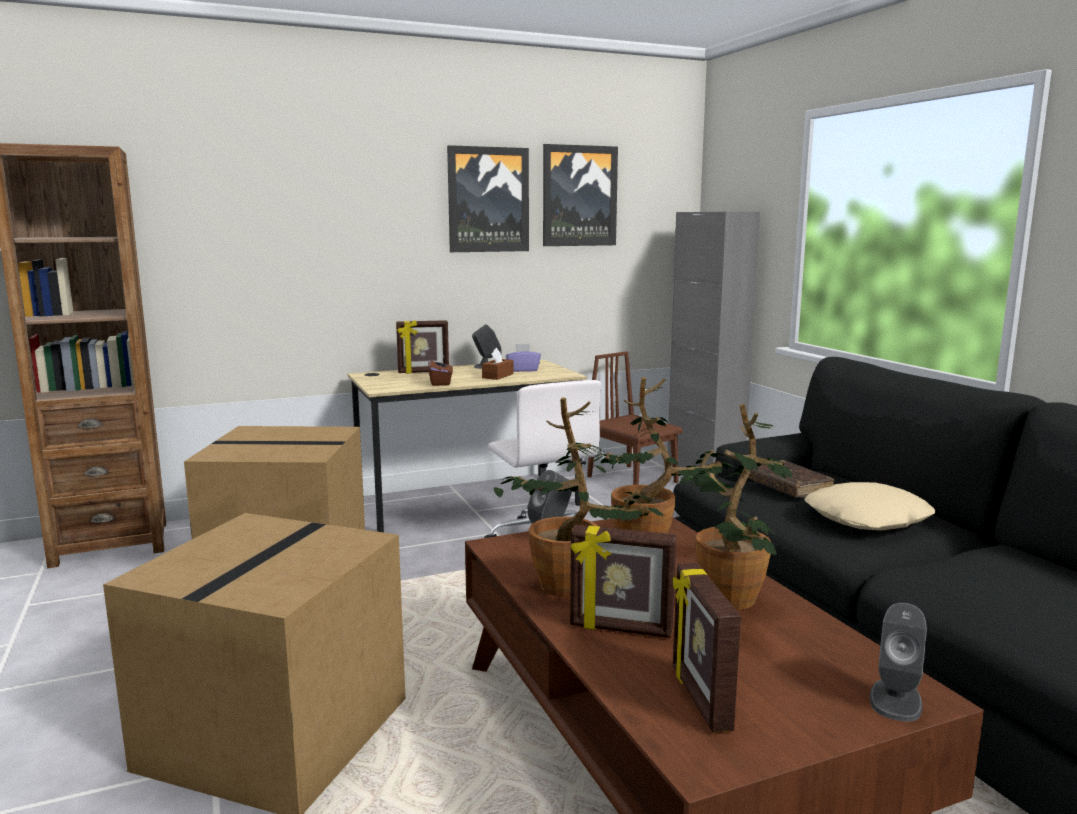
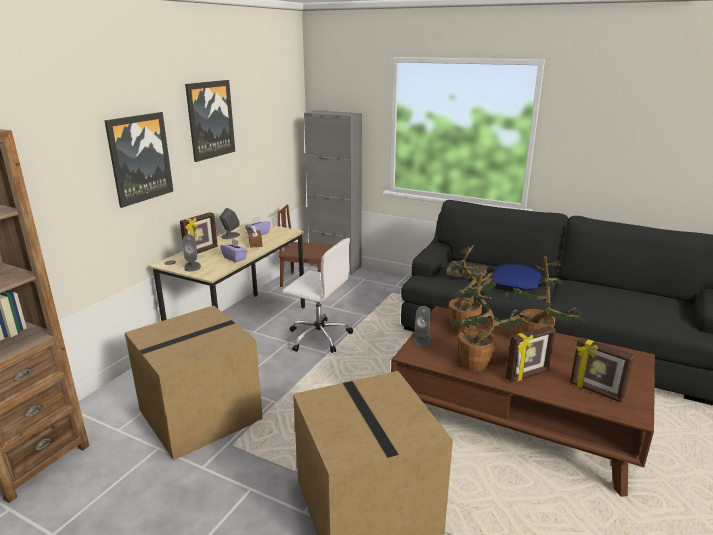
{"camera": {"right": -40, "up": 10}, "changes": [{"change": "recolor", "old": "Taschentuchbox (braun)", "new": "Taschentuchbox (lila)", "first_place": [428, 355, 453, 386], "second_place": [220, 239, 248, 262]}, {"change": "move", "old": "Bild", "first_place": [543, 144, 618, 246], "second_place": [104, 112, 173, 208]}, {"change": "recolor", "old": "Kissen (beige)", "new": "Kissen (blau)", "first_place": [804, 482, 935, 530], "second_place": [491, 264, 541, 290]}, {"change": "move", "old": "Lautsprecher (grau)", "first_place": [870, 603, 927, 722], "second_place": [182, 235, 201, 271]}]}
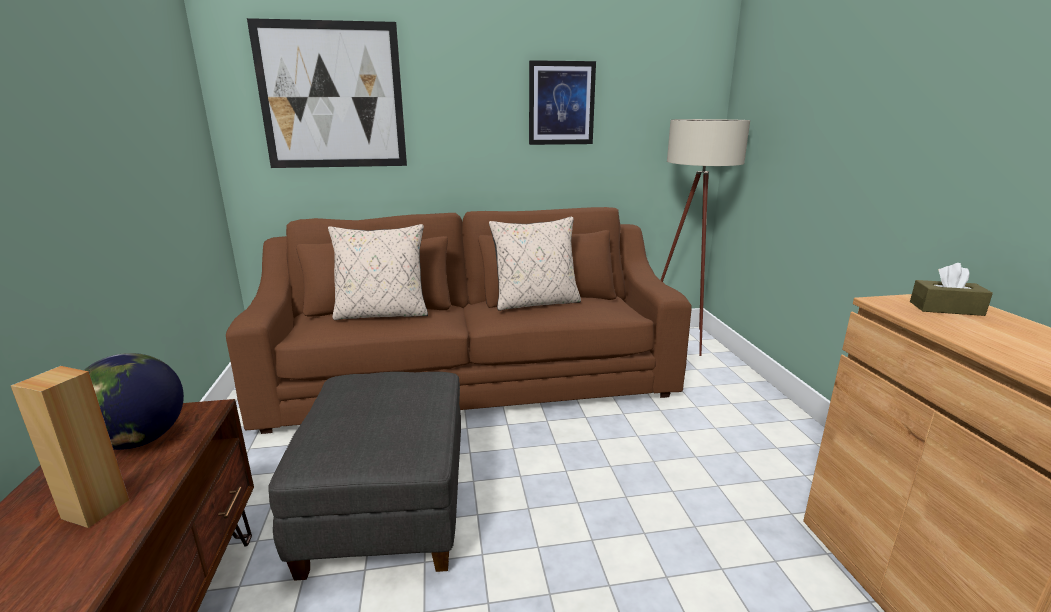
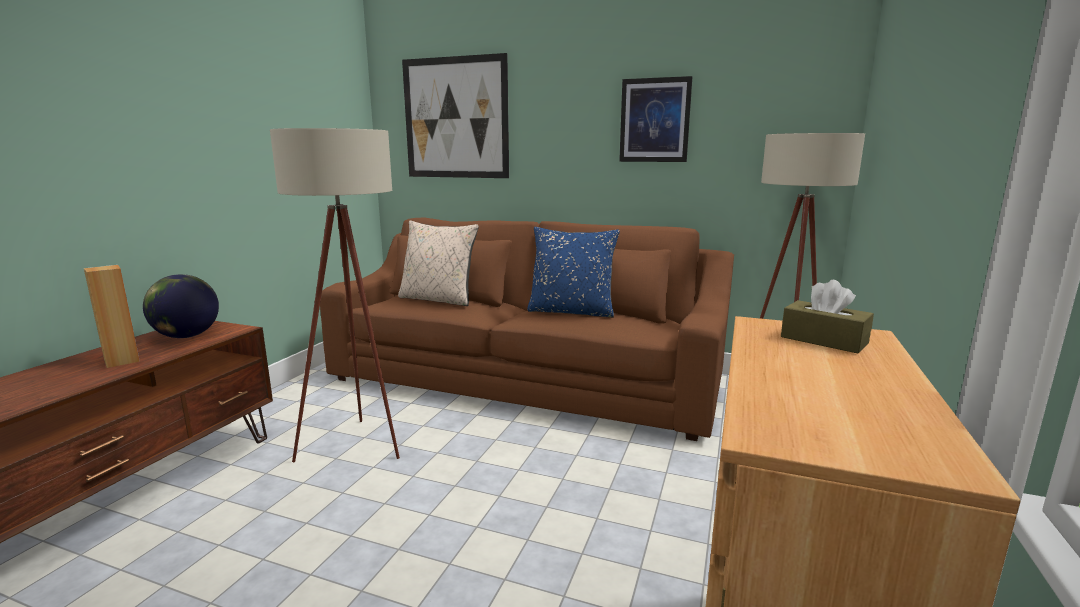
{"camera": {"right": 30, "up": -5}, "changes": [{"change": "replace", "old": "Polsterhocker (grau)", "new": "Stehlampe (beige)", "first_place": [268, 372, 461, 581], "second_place": [270, 128, 400, 462]}, {"change": "recolor", "old": "Kissen (beige)", "new": "Kissen (blau)", "first_place": [489, 217, 581, 311], "second_place": [527, 227, 620, 318]}]}
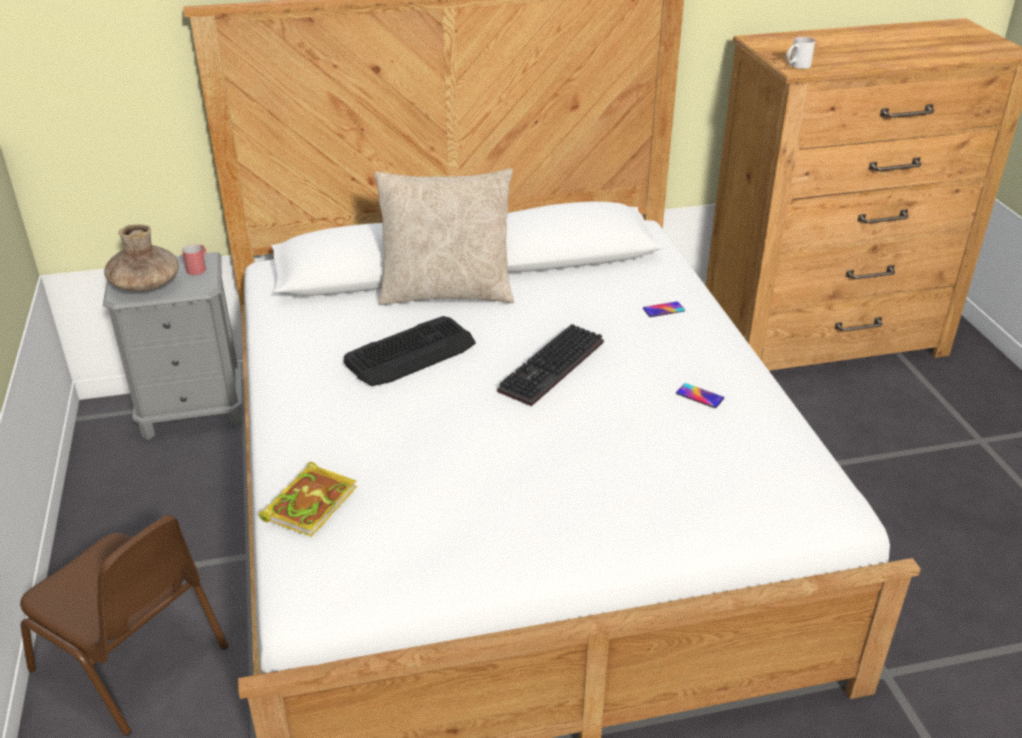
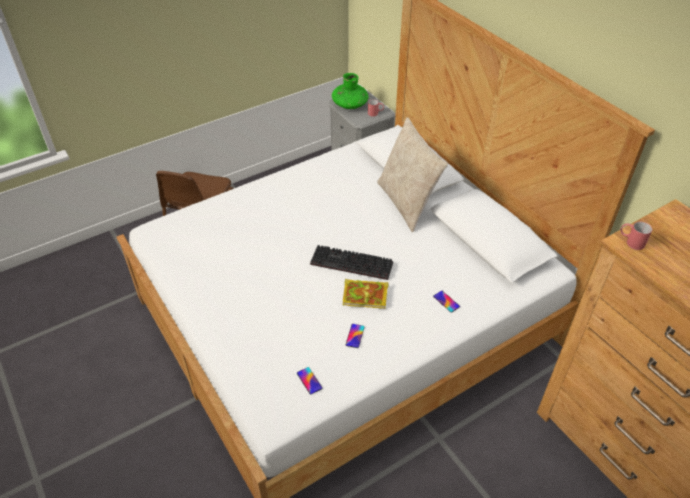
{"camera": {"right": 70, "up": 10}, "changes": [{"change": "recolor", "old": "Vase (braun)", "new": "Vase (grün)", "first_place": [104, 224, 179, 292], "second_place": [332, 73, 369, 109]}, {"change": "move", "old": "Buch", "first_place": [259, 462, 357, 537], "second_place": [343, 279, 388, 309]}, {"change": "delete", "old": "Tastatur", "first_place": [344, 316, 476, 386]}, {"change": "recolor", "old": "Henkelbecher (weiß)", "new": "Henkelbecher (rot)", "first_place": [786, 36, 815, 69], "second_place": [620, 222, 652, 250]}, {"change": "insert", "new": "Handy", "second_place": [297, 367, 322, 395]}]}
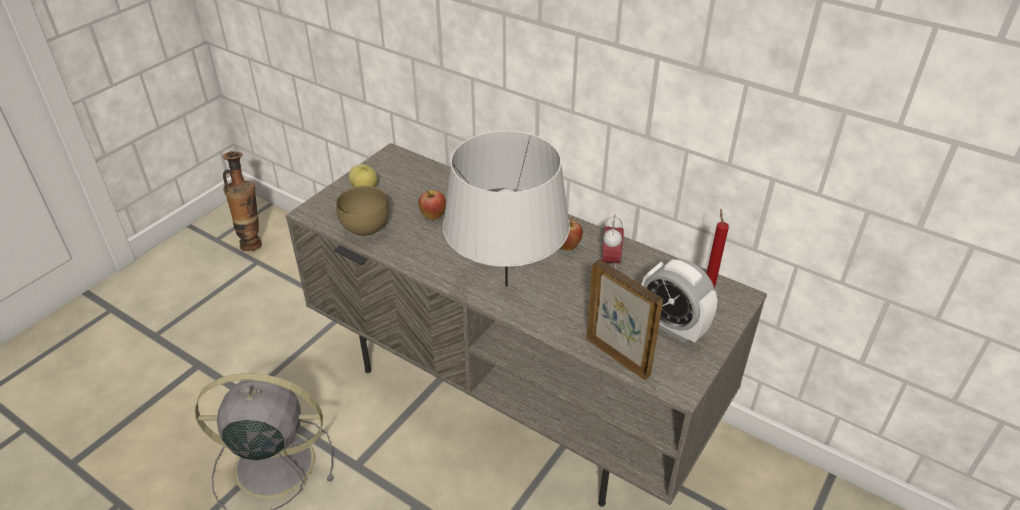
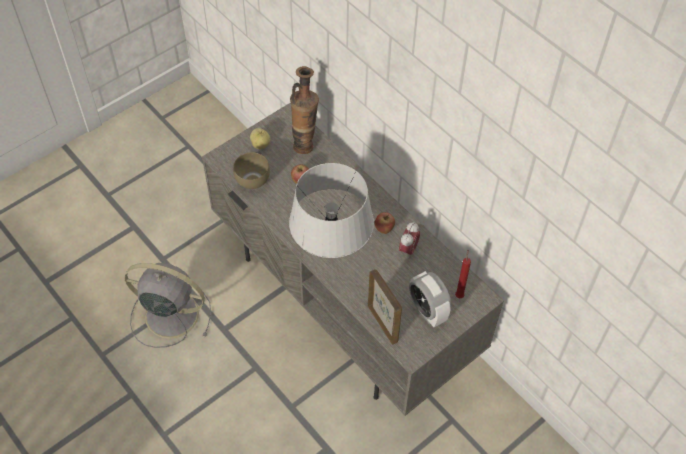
{"camera": {"right": 15, "up": 15}, "changes": [{"change": "move", "old": "Vase", "first_place": [223, 151, 262, 251], "second_place": [290, 66, 319, 154]}]}
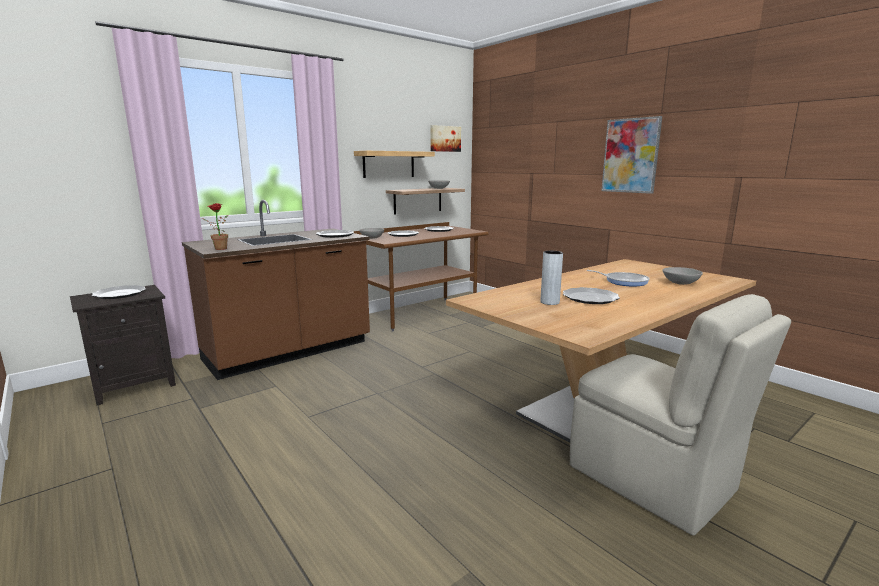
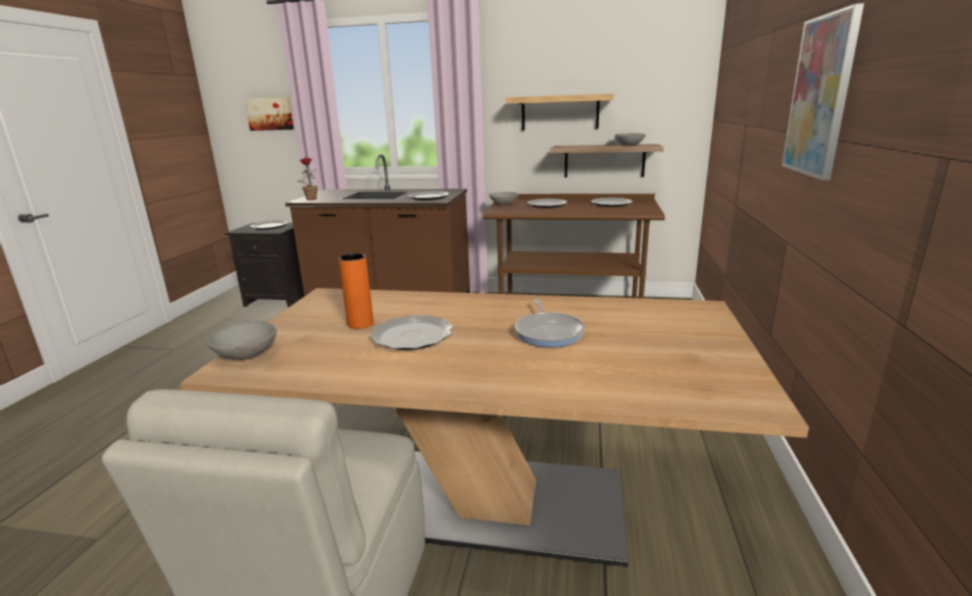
{"camera": {"right": 50, "up": 5}, "changes": [{"change": "move", "old": "Bild", "first_place": [430, 125, 461, 152], "second_place": [244, 97, 294, 131]}, {"change": "recolor", "old": "Vase (grau)", "new": "Vase (orange)", "first_place": [540, 251, 563, 305], "second_place": [339, 253, 374, 329]}, {"change": "move", "old": "Schüssel (grau)", "first_place": [662, 267, 703, 285], "second_place": [207, 322, 277, 360]}]}
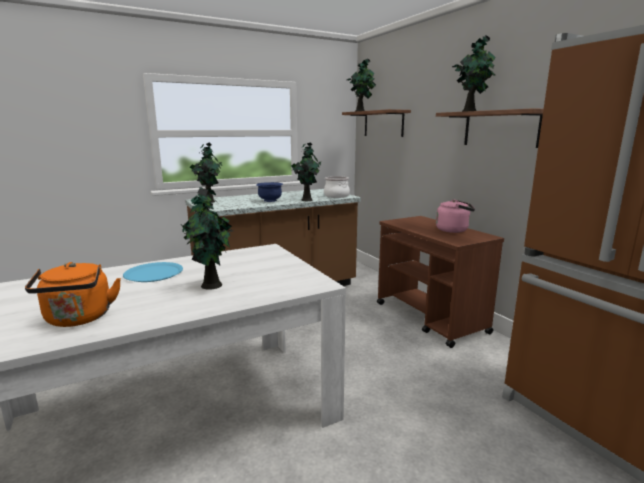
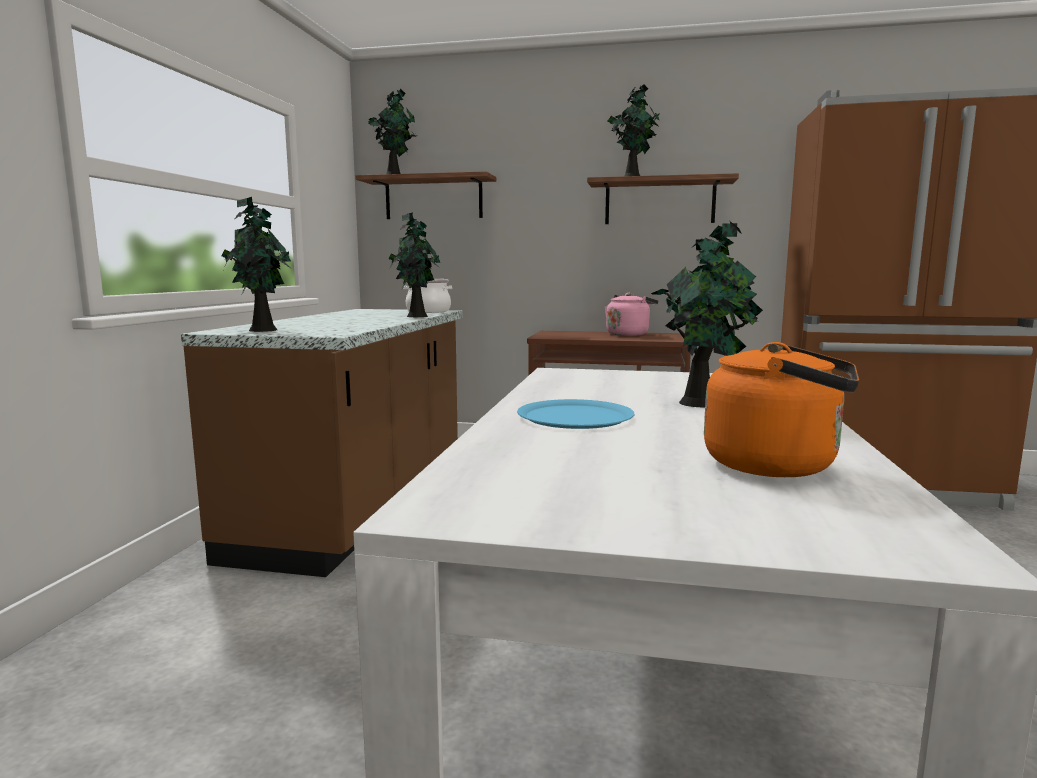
{"camera": {"right": -50, "up": -5}, "changes": [{"change": "delete", "old": "Schüssel (blau)", "first_place": [256, 182, 283, 202]}]}
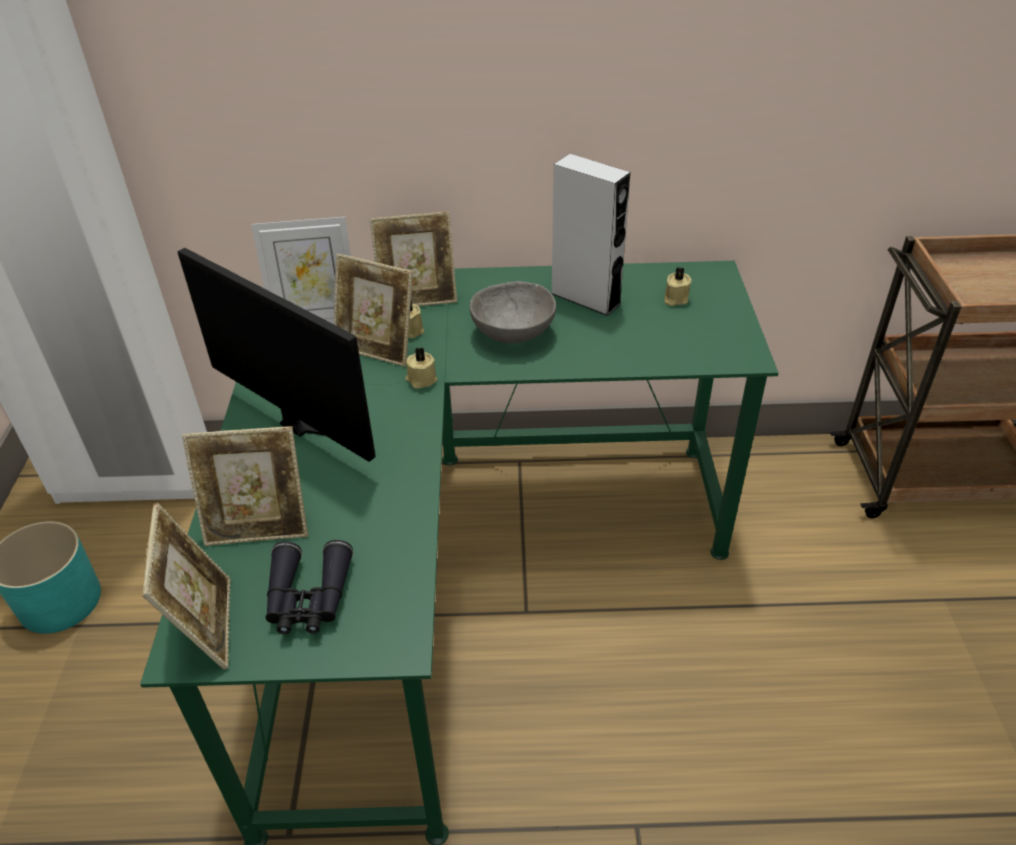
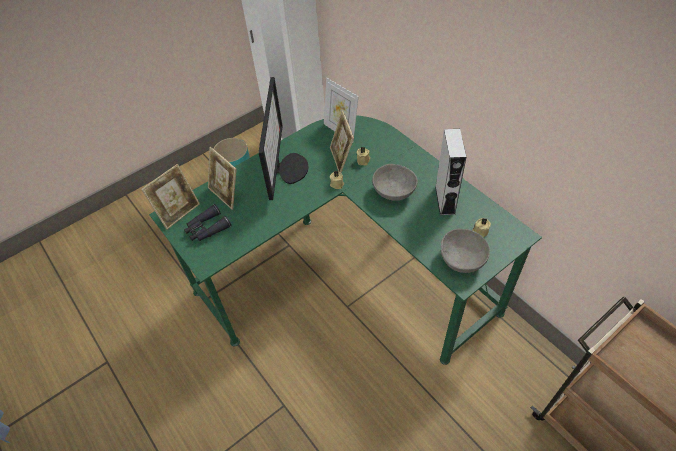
{"camera": {"right": 55, "up": 10}, "changes": [{"change": "delete", "old": "Bilderrahmen", "first_place": [370, 212, 457, 306]}, {"change": "insert", "new": "Schüssel (grau)", "second_place": [441, 229, 490, 273]}]}
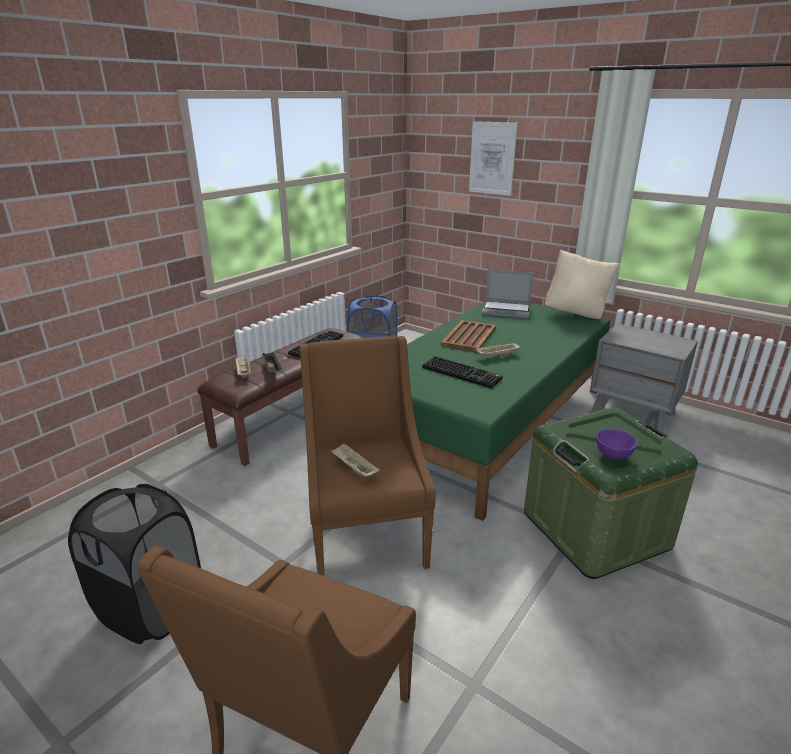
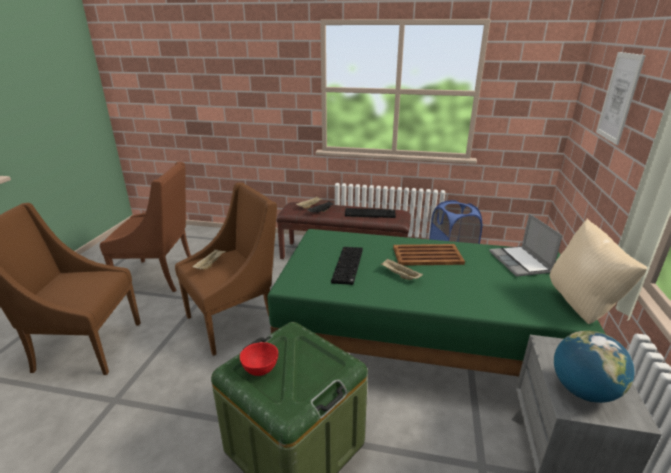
{"camera": {"right": 65, "up": 0}, "changes": [{"change": "replace", "old": "Wäschekorb (schwarz)", "new": "Sessel (braun)", "first_place": [68, 484, 201, 644], "second_place": [100, 162, 191, 292]}, {"change": "recolor", "old": "Schüssel (lila)", "new": "Schüssel (rot)", "first_place": [597, 429, 637, 460], "second_place": [240, 342, 278, 376]}, {"change": "insert", "new": "Globus", "second_place": [554, 331, 634, 403]}]}
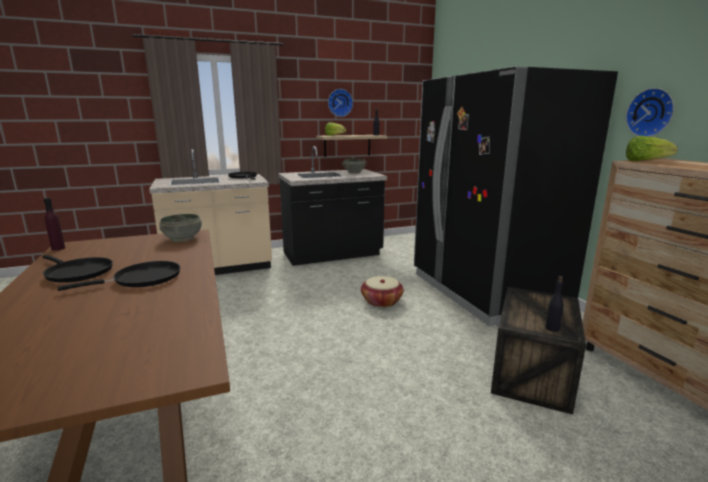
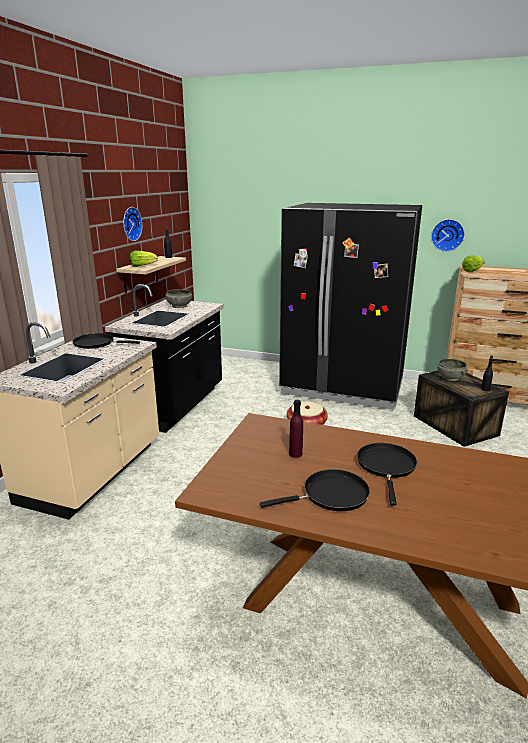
{"camera": {"right": -50, "up": 5}, "changes": [{"change": "move", "old": "Flasche (lila)", "first_place": [44, 198, 65, 251], "second_place": [289, 400, 303, 458]}, {"change": "move", "old": "Schüssel (grau)", "first_place": [159, 214, 202, 242], "second_place": [437, 359, 468, 381]}]}
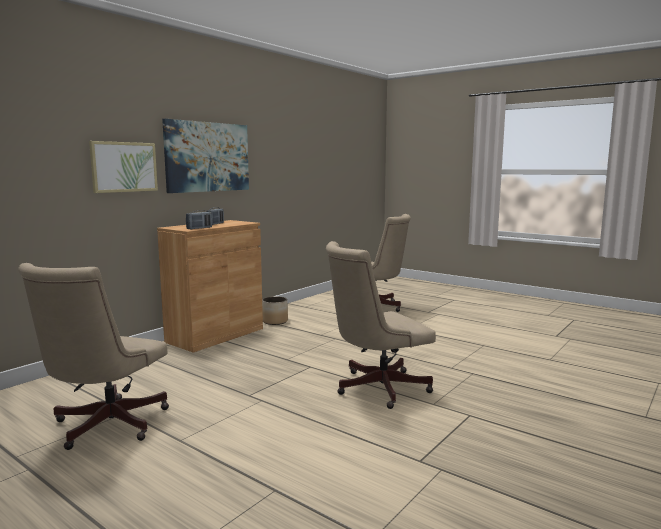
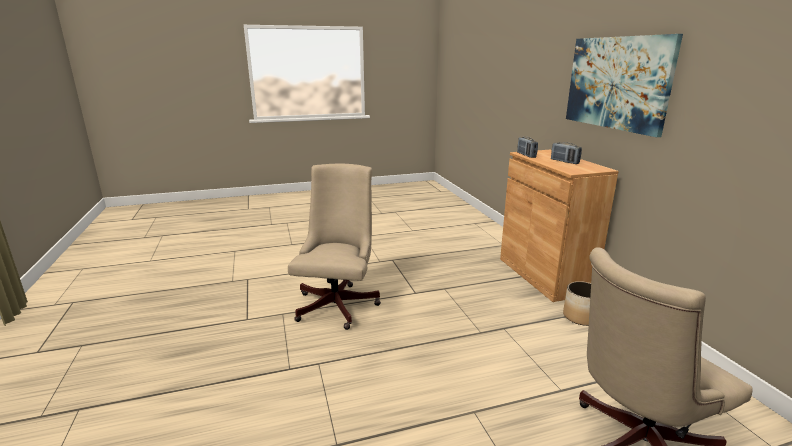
{"camera": {"right": 125, "up": 10}, "changes": [{"change": "delete", "old": "Bürostuhl (beige)", "first_place": [18, 263, 169, 450]}, {"change": "delete", "old": "Bild", "first_place": [89, 141, 158, 193]}]}
